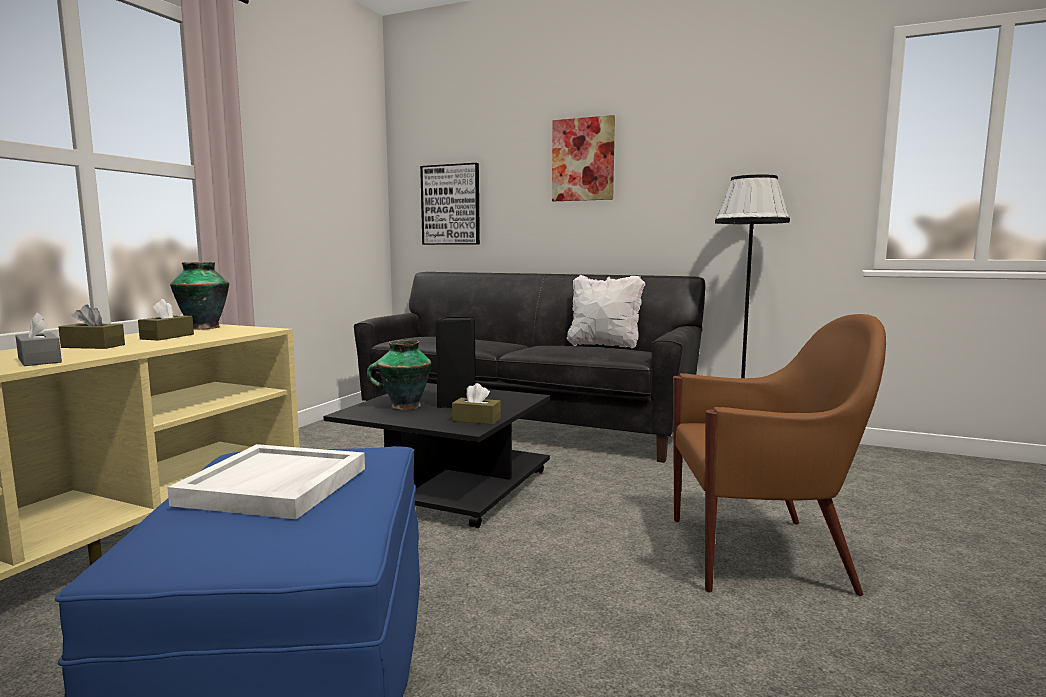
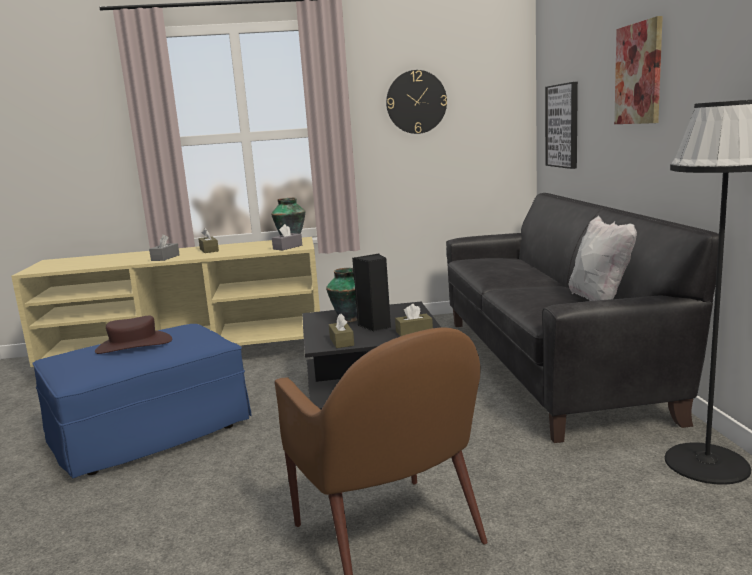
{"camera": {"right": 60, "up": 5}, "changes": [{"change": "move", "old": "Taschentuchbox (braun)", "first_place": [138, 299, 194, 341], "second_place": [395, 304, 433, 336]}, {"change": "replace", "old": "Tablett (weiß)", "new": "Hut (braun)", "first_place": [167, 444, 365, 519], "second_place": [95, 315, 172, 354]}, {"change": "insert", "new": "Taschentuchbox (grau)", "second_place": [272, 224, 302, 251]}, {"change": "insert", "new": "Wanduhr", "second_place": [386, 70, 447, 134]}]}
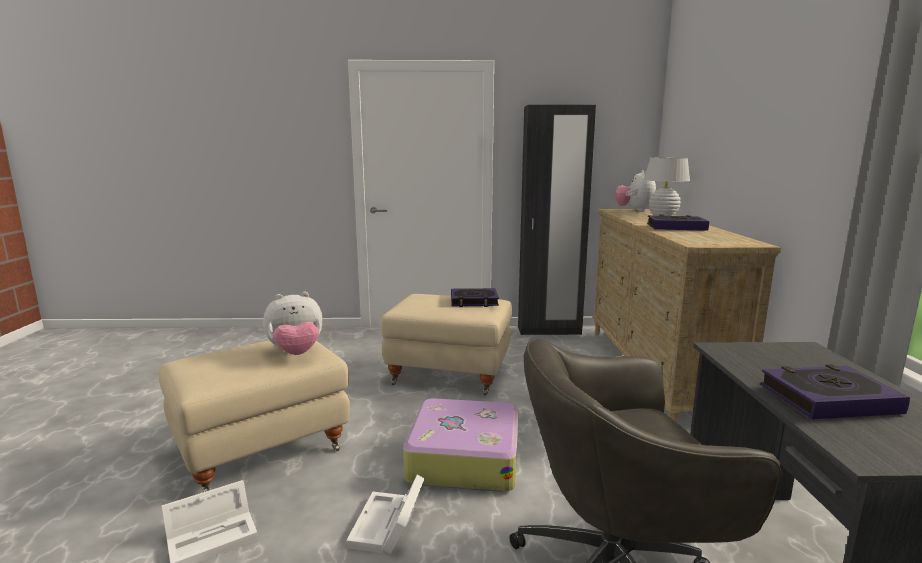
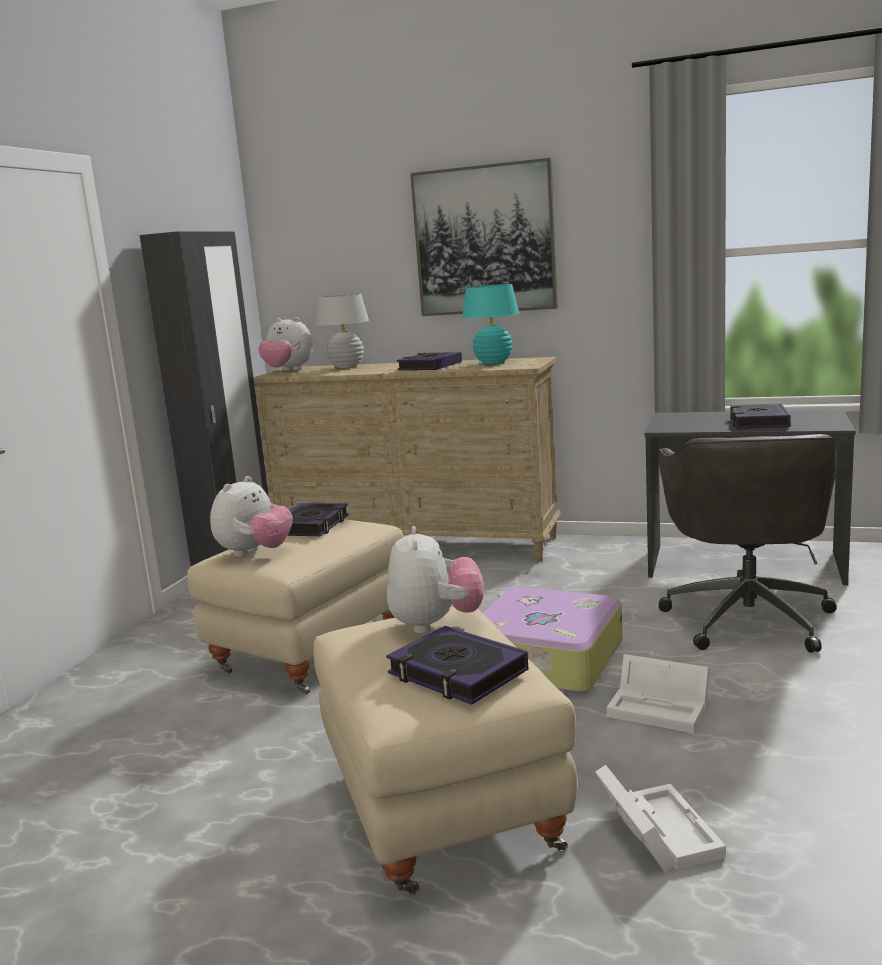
{"camera": {"right": -70, "up": 0}, "changes": [{"change": "insert", "new": "Plüschtier", "second_place": [210, 476, 293, 557]}, {"change": "insert", "new": "Buch", "second_place": [386, 626, 529, 705]}, {"change": "insert", "new": "Bild", "second_place": [410, 158, 558, 316]}, {"change": "insert", "new": "Tischlampe (türkis)", "second_place": [462, 284, 519, 364]}]}
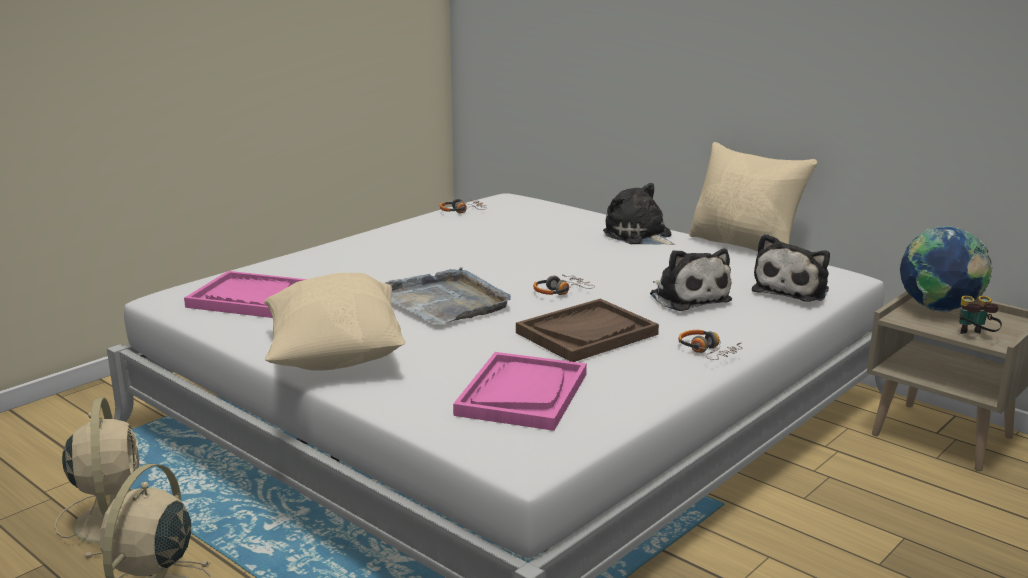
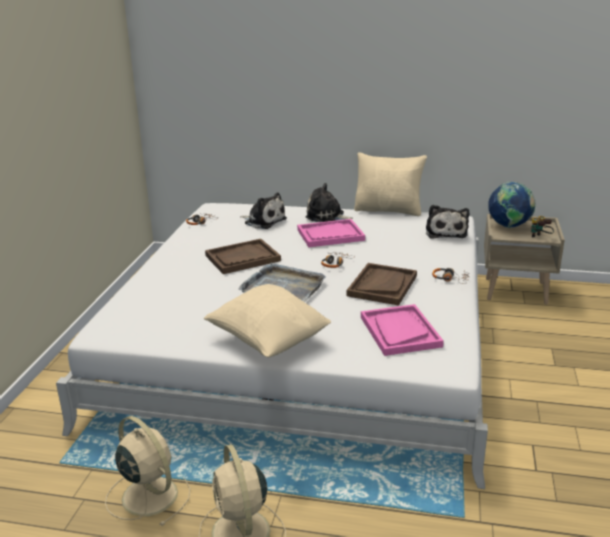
{"camera": {"right": -30, "up": 5}, "changes": [{"change": "move", "old": "Tablett (rosa)", "first_place": [184, 271, 307, 318], "second_place": [297, 219, 365, 247]}, {"change": "move", "old": "Plüschtier", "first_place": [650, 248, 732, 311], "second_place": [240, 192, 287, 229]}, {"change": "insert", "new": "Tablett (braun)", "second_place": [205, 239, 281, 274]}]}
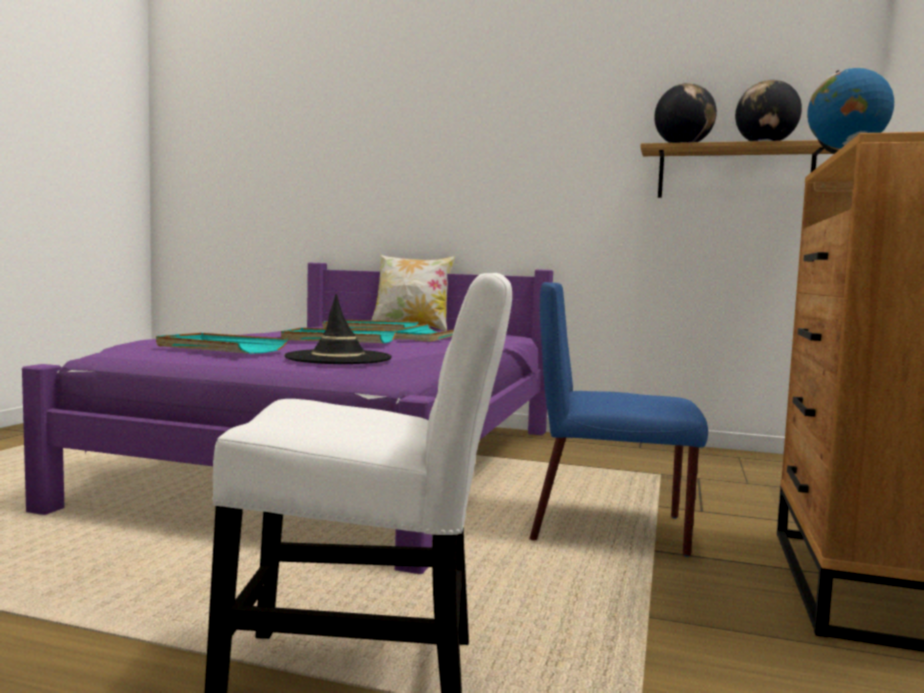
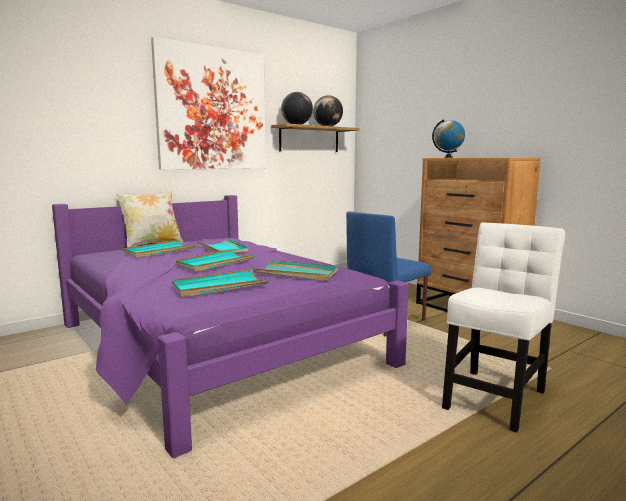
{"camera": {"right": -55, "up": 5}, "changes": [{"change": "replace", "old": "Hut (schwarz)", "new": "Tablett (türkis)", "first_place": [284, 294, 392, 364], "second_place": [253, 260, 338, 281]}, {"change": "insert", "new": "Bild", "second_place": [151, 37, 266, 170]}]}
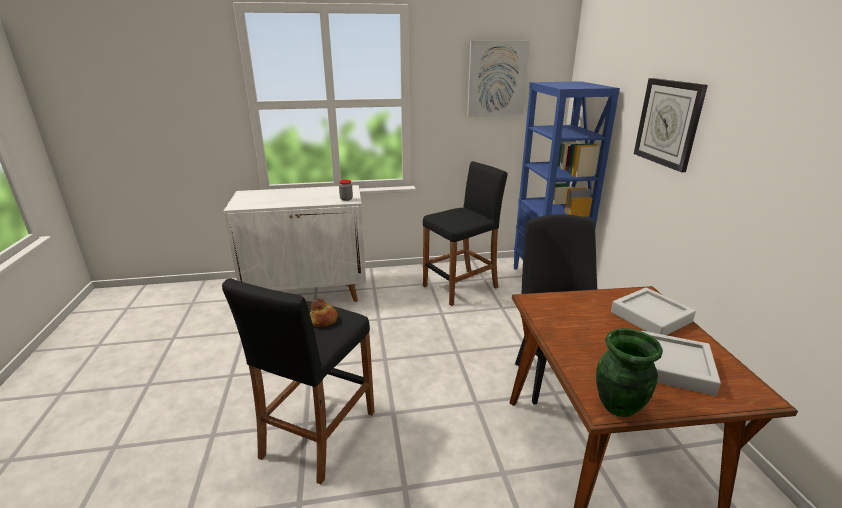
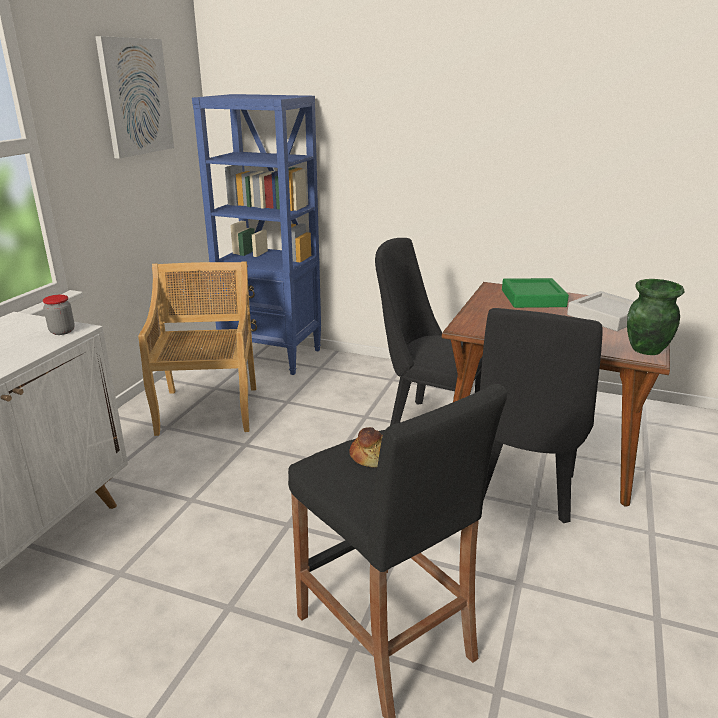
{"camera": {"right": -60, "up": 0}, "changes": [{"change": "replace", "old": "Hocker (schwarz)", "new": "Stuhl (beige)", "first_place": [423, 161, 507, 306], "second_place": [138, 262, 256, 436]}, {"change": "recolor", "old": "Tablett (grau)", "new": "Tablett (grün)", "first_place": [611, 288, 696, 335], "second_place": [502, 278, 569, 308]}, {"change": "delete", "old": "Wanduhr", "first_place": [634, 78, 708, 172]}, {"change": "insert", "new": "Stuhl (schwarz)", "second_place": [480, 308, 603, 523]}]}
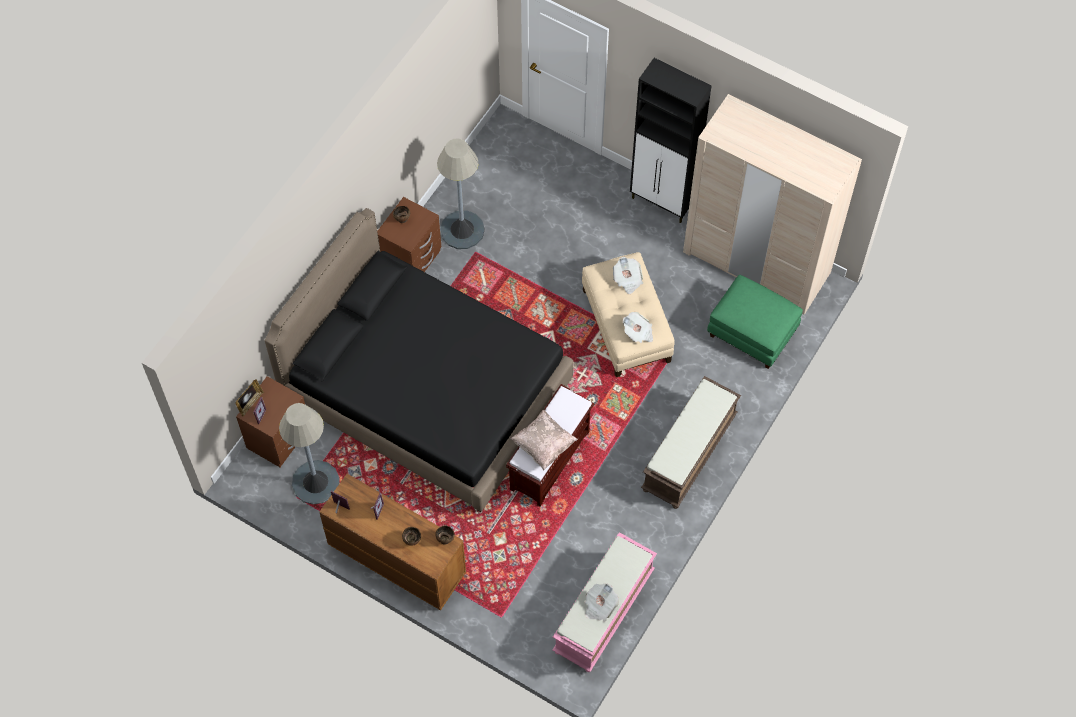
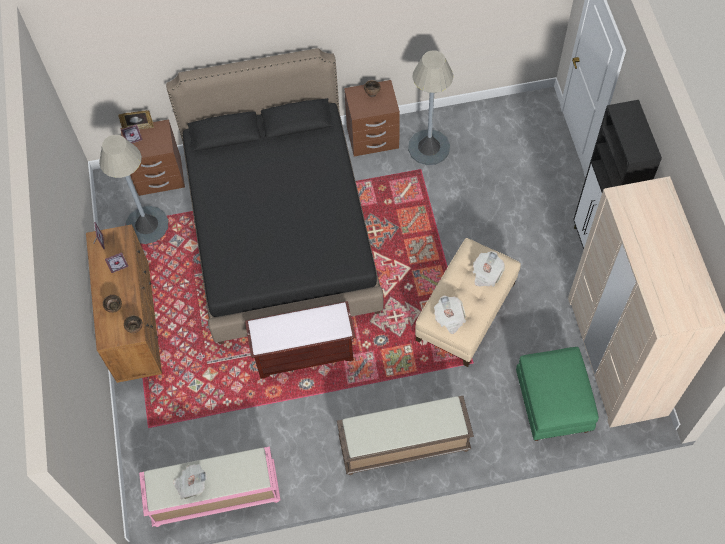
{"camera": {"right": 50, "up": 0}, "changes": [{"change": "delete", "old": "Kissen (beige)", "first_place": [510, 409, 578, 471]}]}
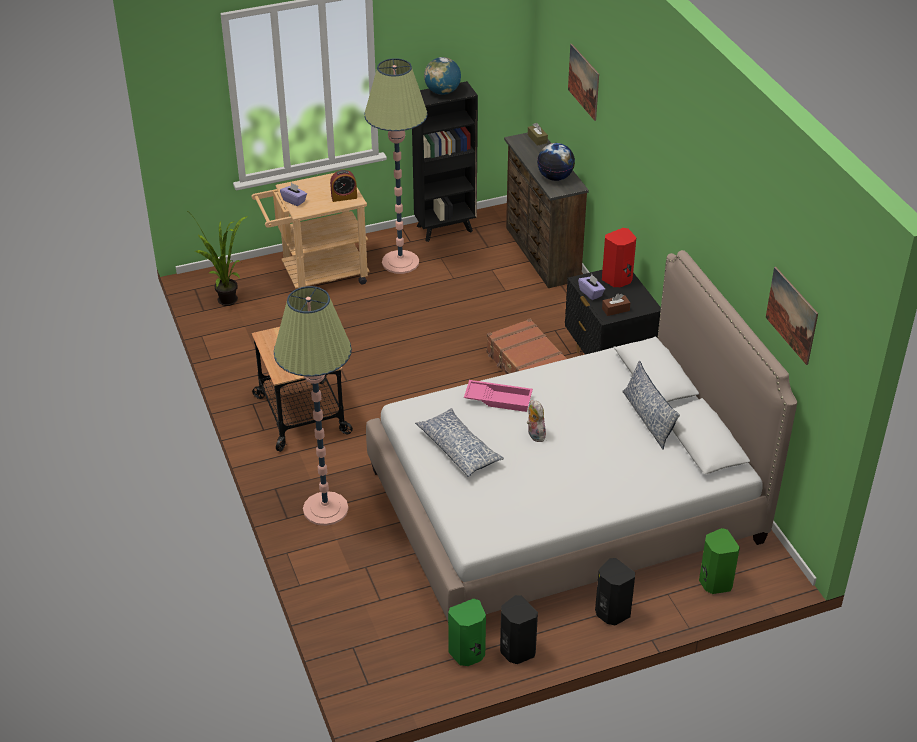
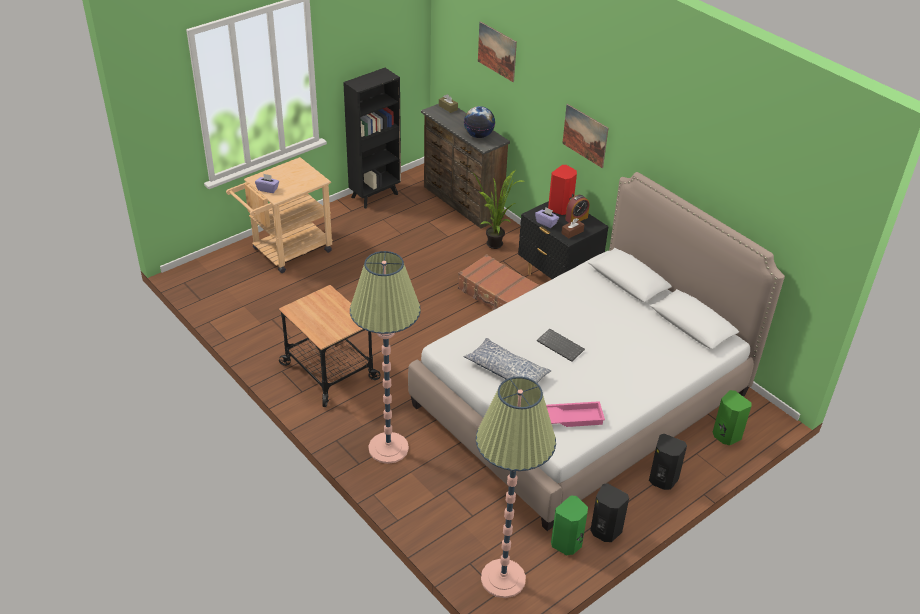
{"camera": {"right": -20, "up": 0}, "changes": [{"change": "move", "old": "Topfpflanze", "first_place": [186, 210, 247, 306], "second_place": [472, 170, 524, 249]}, {"change": "move", "old": "Wecker", "first_place": [330, 170, 357, 202], "second_place": [565, 195, 590, 223]}, {"change": "move", "old": "Stehlampe", "first_place": [364, 58, 428, 274], "second_place": [476, 377, 556, 598]}, {"change": "delete", "old": "Globus", "first_place": [424, 57, 461, 95]}, {"change": "move", "old": "Tablett (rosa)", "first_place": [464, 380, 533, 412], "second_place": [546, 401, 605, 427]}, {"change": "replace", "old": "Plüschtier", "new": "Tastatur", "first_place": [527, 400, 546, 442], "second_place": [537, 329, 585, 362]}, {"change": "delete", "old": "Kissen", "first_place": [622, 361, 680, 450]}, {"change": "move", "old": "Bild", "first_place": [766, 267, 818, 365], "second_place": [562, 104, 608, 168]}]}
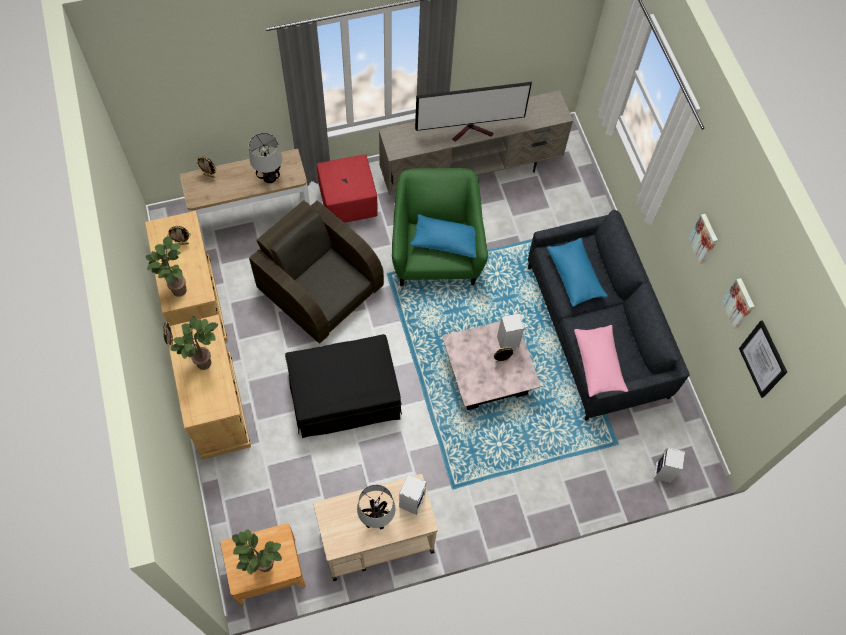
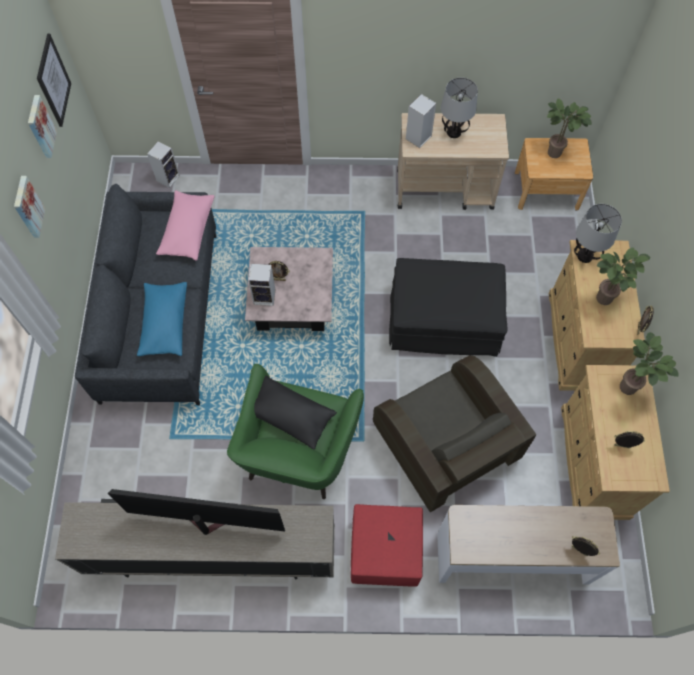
{"camera": {"right": -160, "up": 0}, "changes": [{"change": "move", "old": "Tischlampe", "first_place": [249, 133, 282, 183], "second_place": [574, 204, 622, 263]}, {"change": "recolor", "old": "Kissen (blau)", "new": "Kissen (schwarz)", "first_place": [410, 214, 476, 258], "second_place": [254, 376, 337, 450]}]}
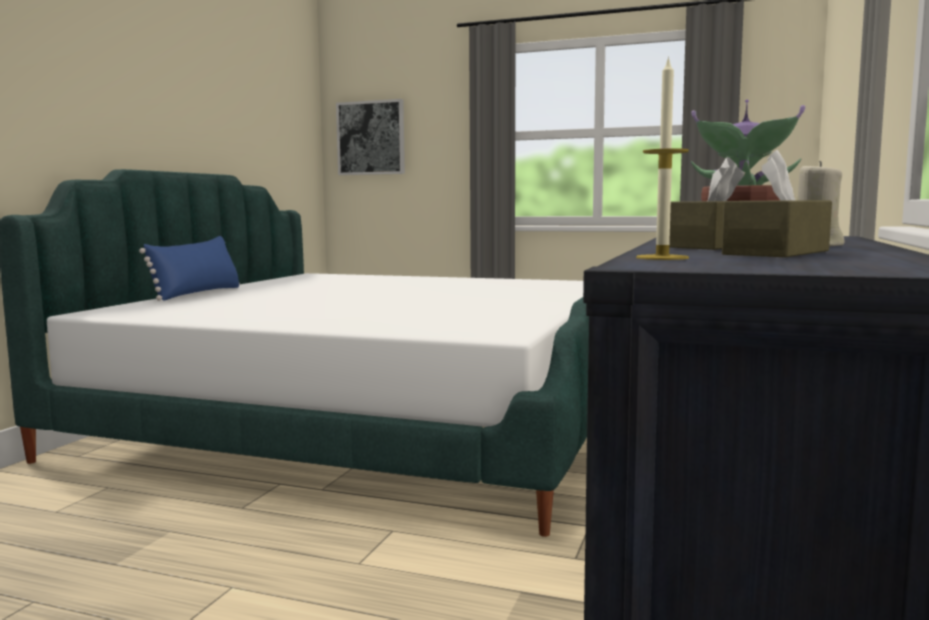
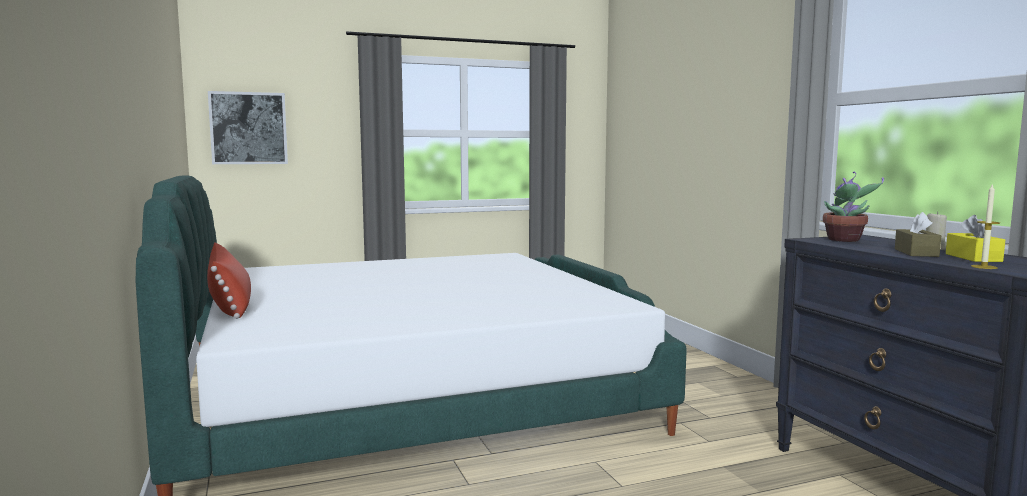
{"camera": {"right": -40, "up": 0}, "changes": [{"change": "recolor", "old": "Kissen (blau)", "new": "Kissen (rot)", "first_place": [139, 236, 240, 301], "second_place": [207, 242, 251, 319]}, {"change": "recolor", "old": "Taschentuchbox (braun)", "new": "Taschentuchbox (gelb)", "first_place": [722, 150, 832, 257], "second_place": [946, 215, 1005, 262]}]}
